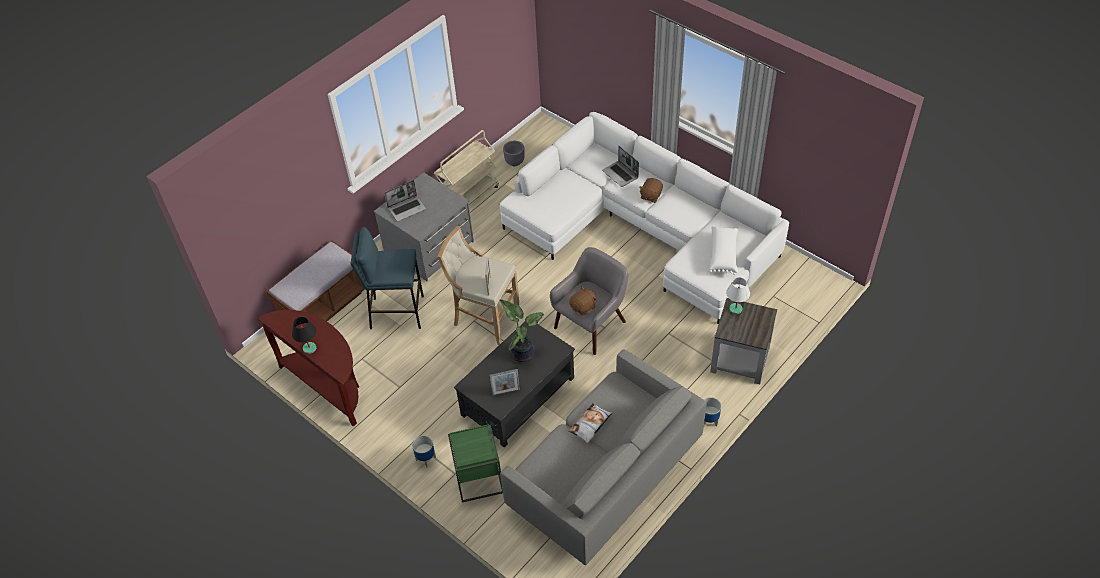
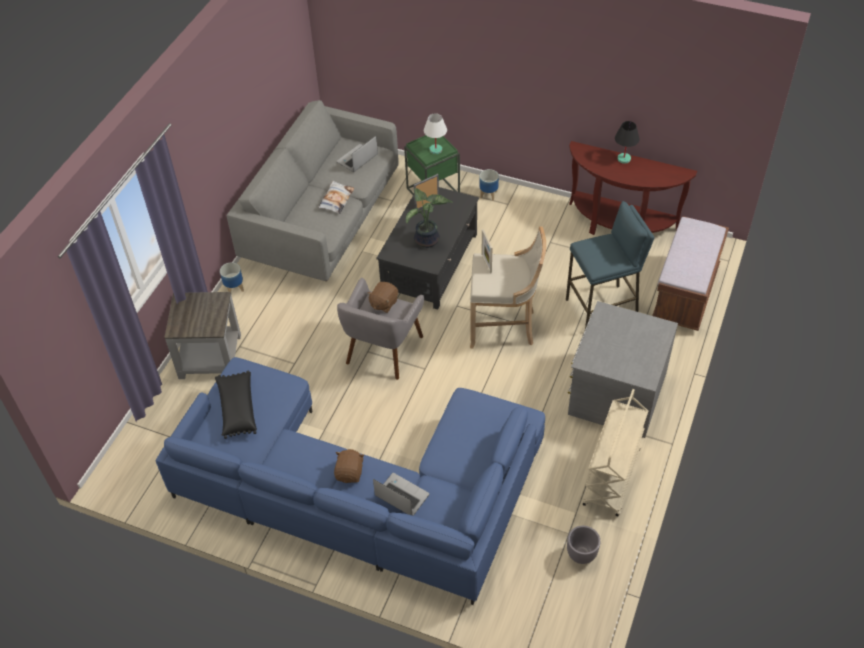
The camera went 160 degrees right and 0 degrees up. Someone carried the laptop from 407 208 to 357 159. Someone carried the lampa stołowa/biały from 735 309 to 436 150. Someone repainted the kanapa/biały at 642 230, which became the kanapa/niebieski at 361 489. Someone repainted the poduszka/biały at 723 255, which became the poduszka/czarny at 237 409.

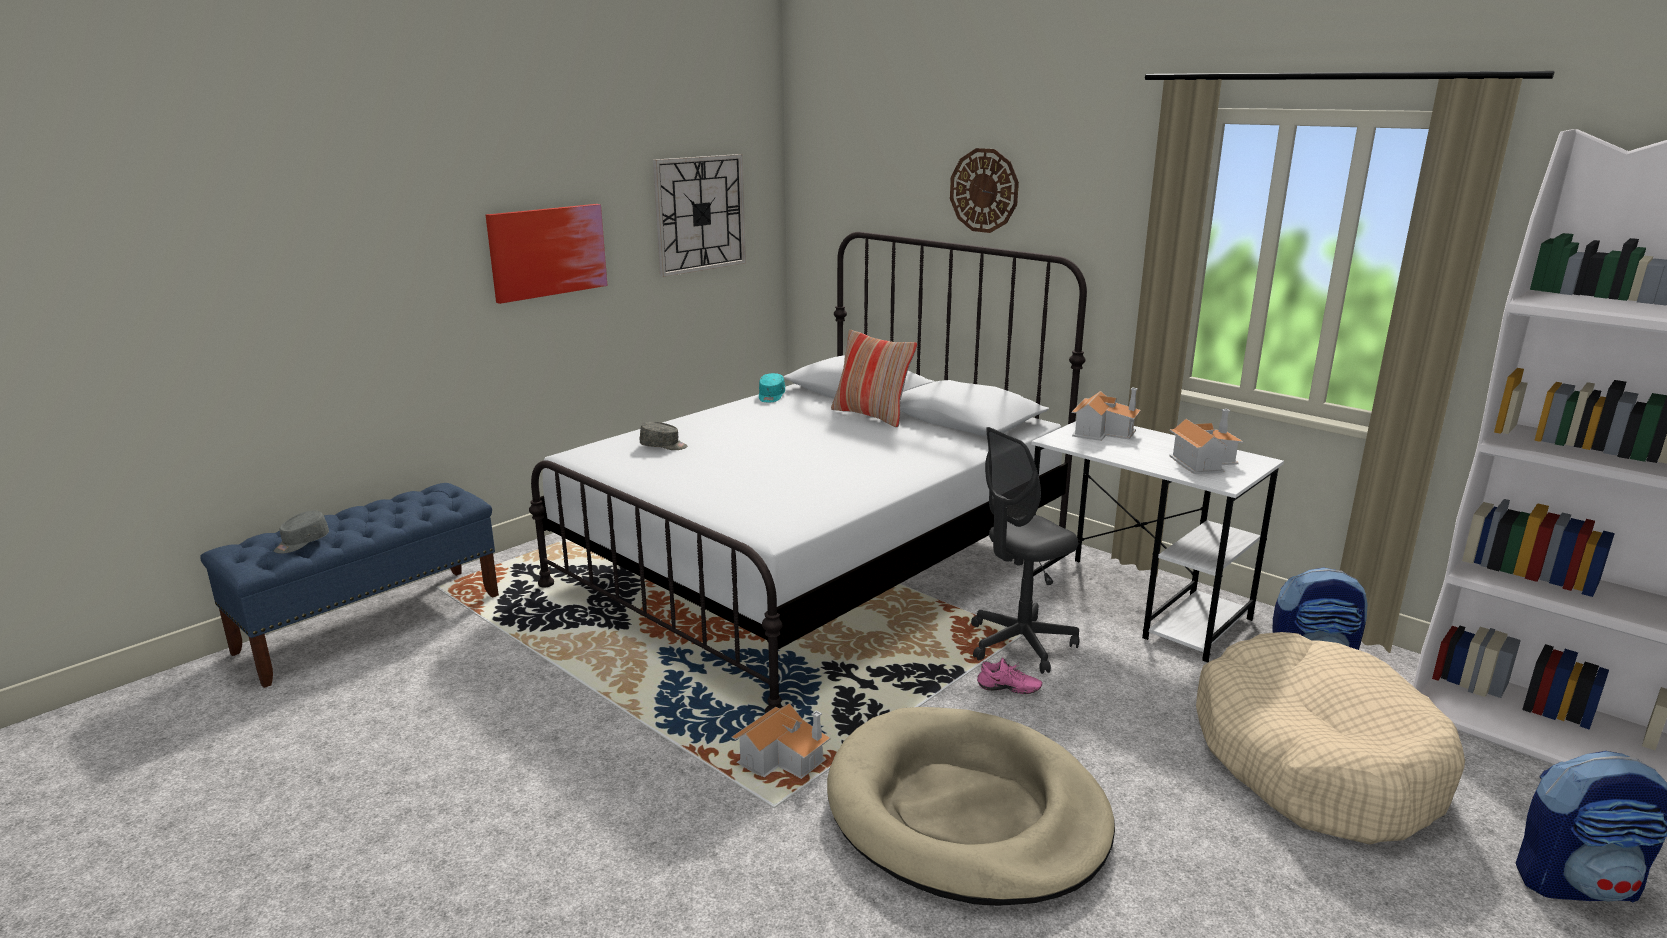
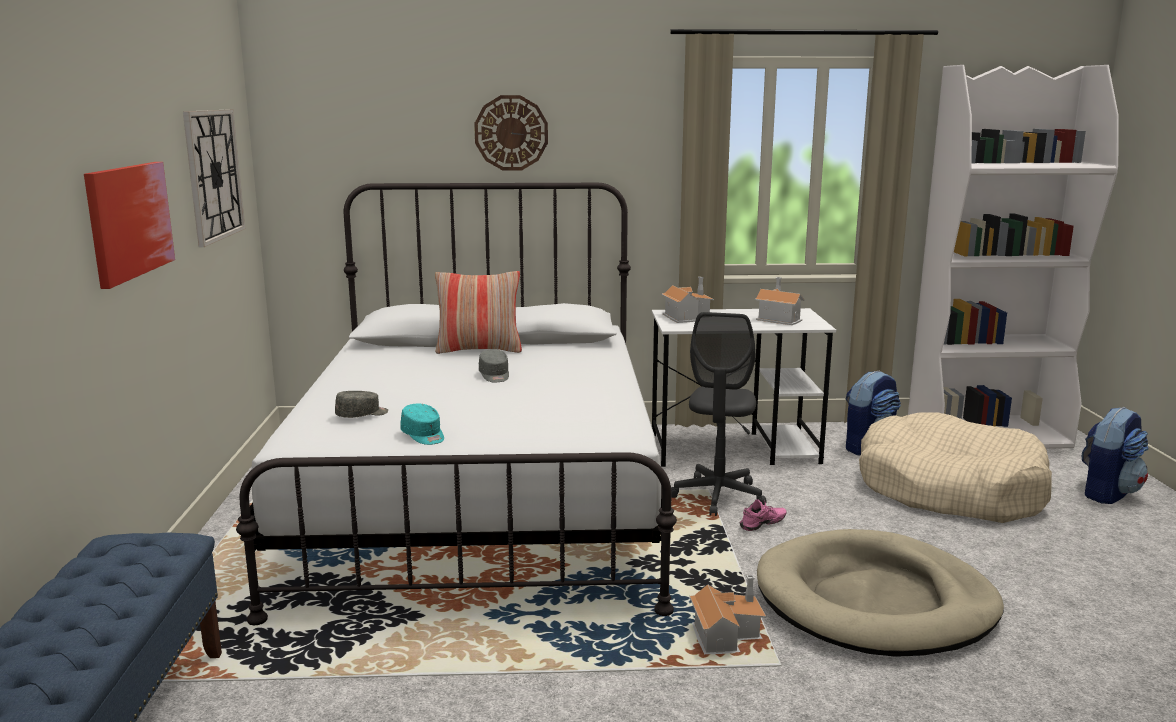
The camera went 45 degrees left and 5 degrees down. Someone carried the czapka z daszkiem/szary from 301 542 to 494 376. Someone carried the czapka z daszkiem/turkusowy from 771 396 to 424 435.

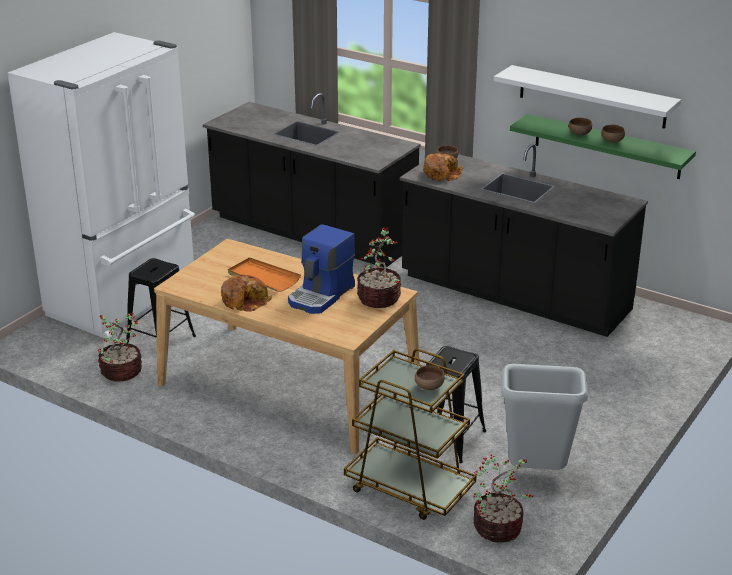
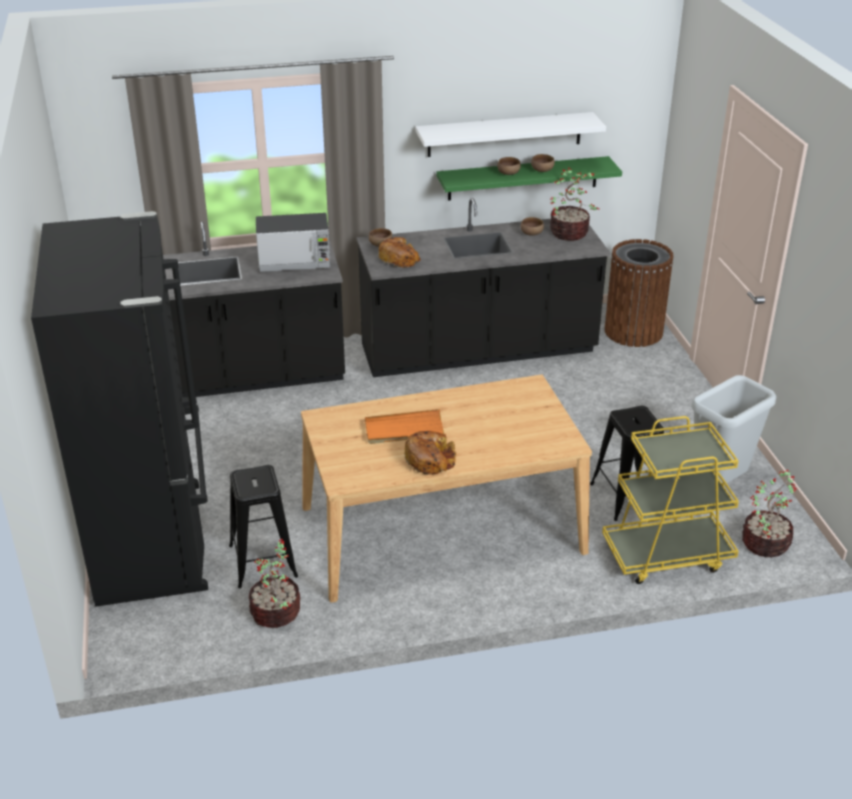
The camera went 45 degrees left and 5 degrees up. Someone took away the ekspres do kawy at 322 295. Someone put down the mikrofalówka at 295 261. Someone put down the kosz na śmieci/brązowy at 633 331. Someone carried the roślina doniczkowa from 379 299 to 570 233. Someone carried the miska/brązowy from 429 387 to 532 234. Someone repainted the lodówka/biały at 125 300, which became the lodówka/czarny at 154 541. Someone repainted the wózek/brązowy at 408 488, which became the wózek/żółty at 666 555.

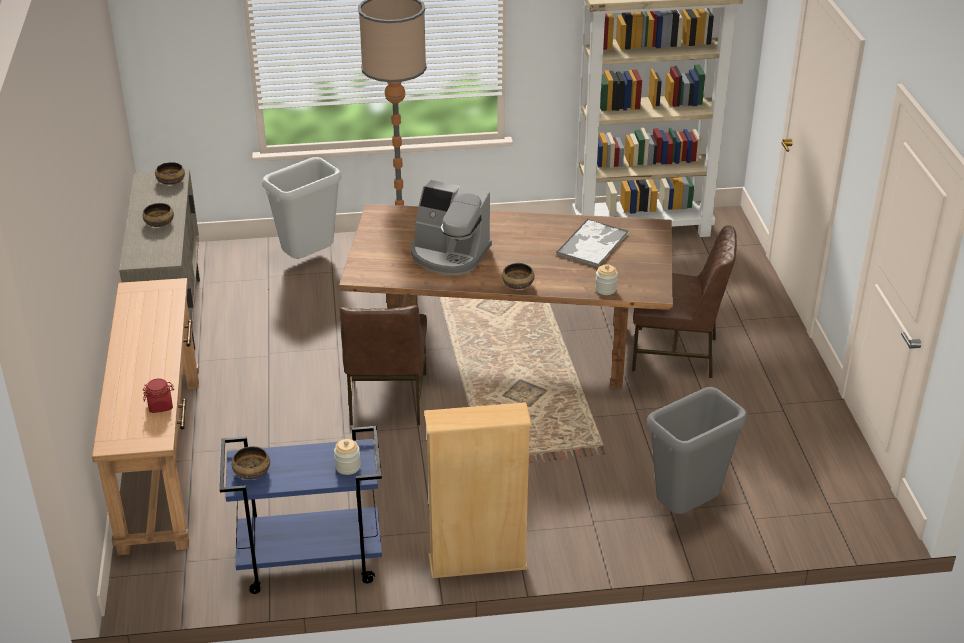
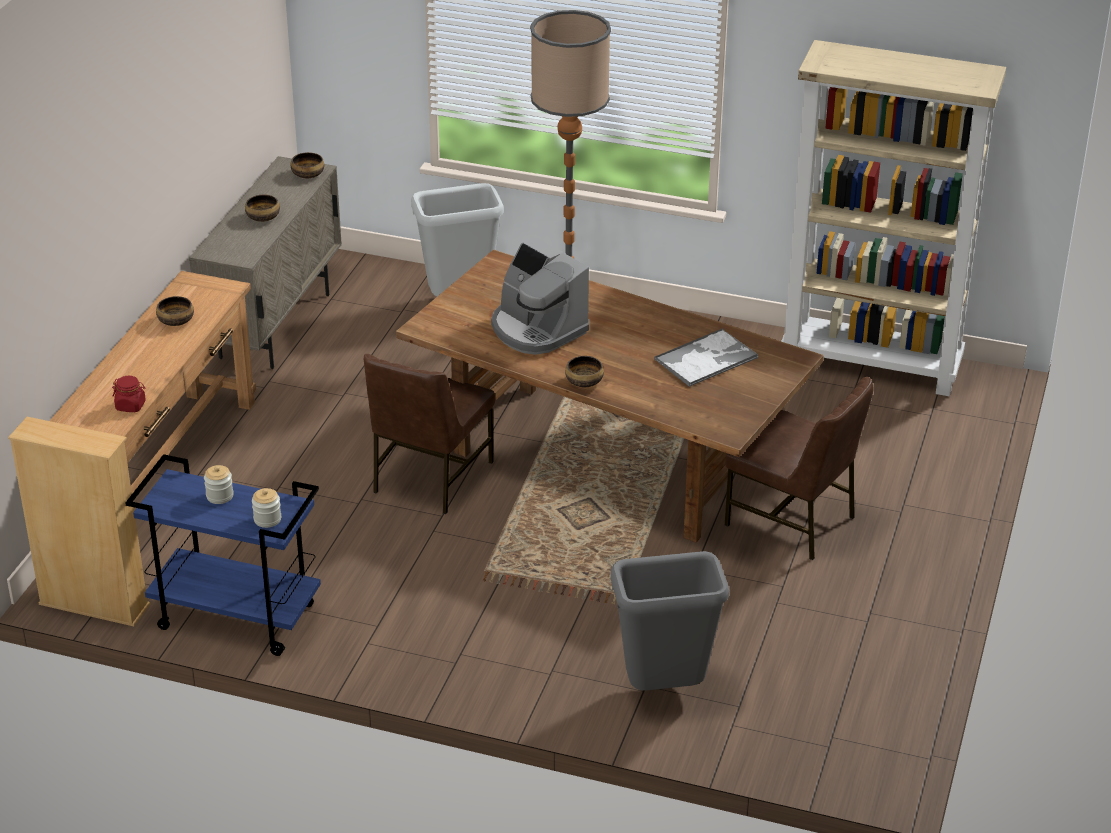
The camera went 25 degrees right and 0 degrees up. Someone carried the miska from 251 472 to 175 321. Someone carried the regał/beżowy from 477 562 to 94 605. Someone carried the słoik from 605 289 to 220 496.

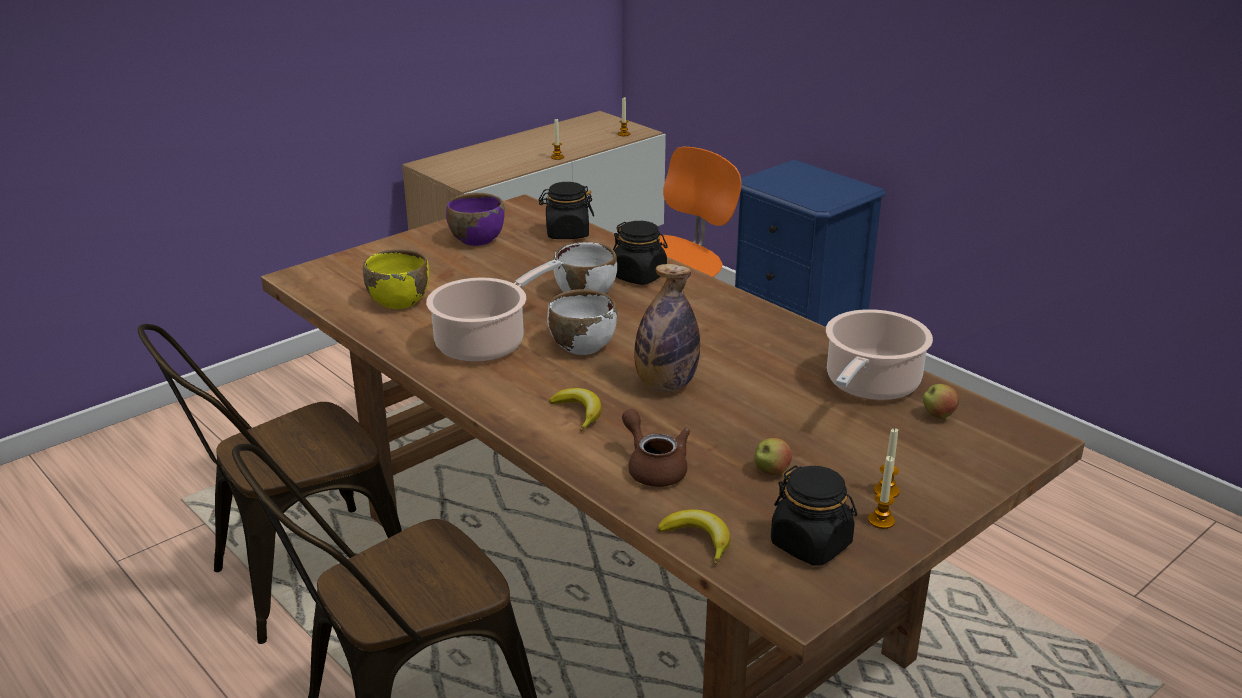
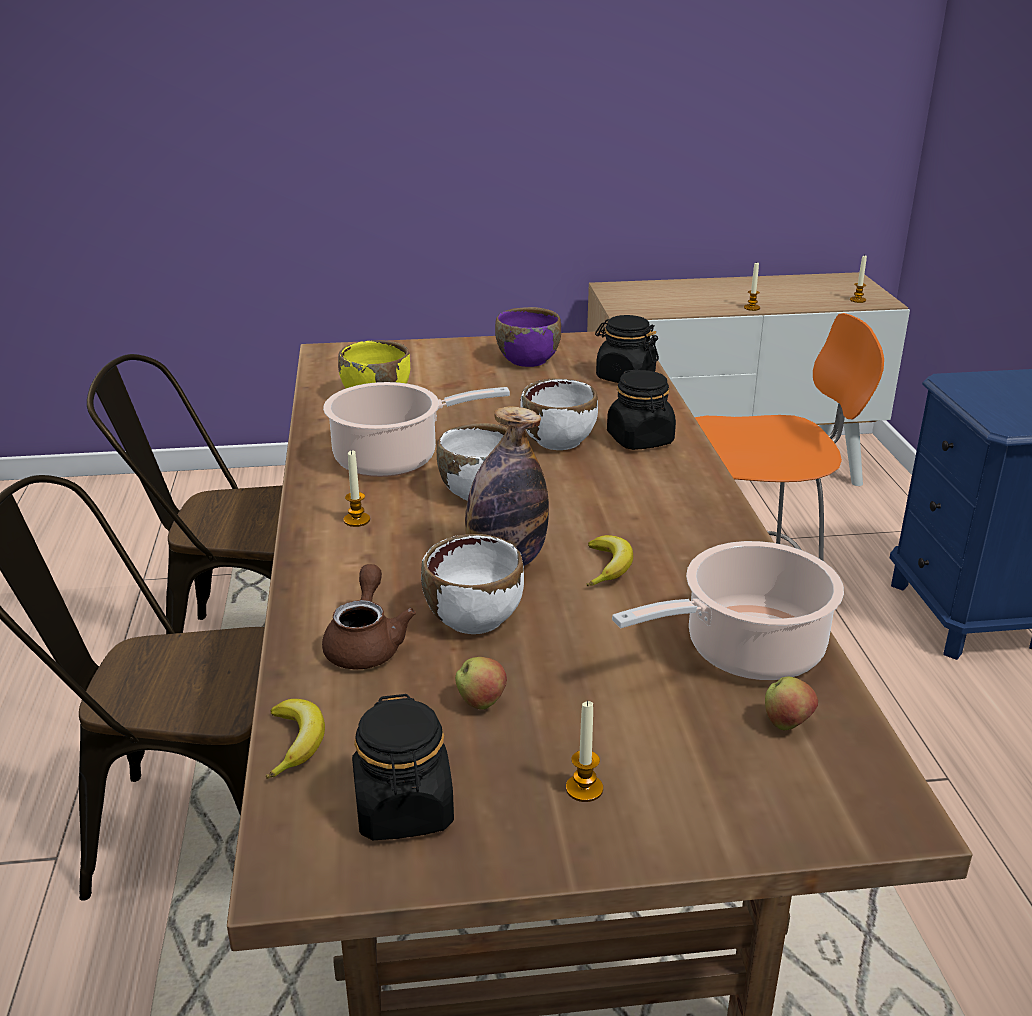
The camera went 35 degrees right and 0 degrees up. Someone put down the miska/biały at 475 617. Someone carried the banan from 578 413 to 608 567. Someone carried the świeca from 881 521 to 357 520.

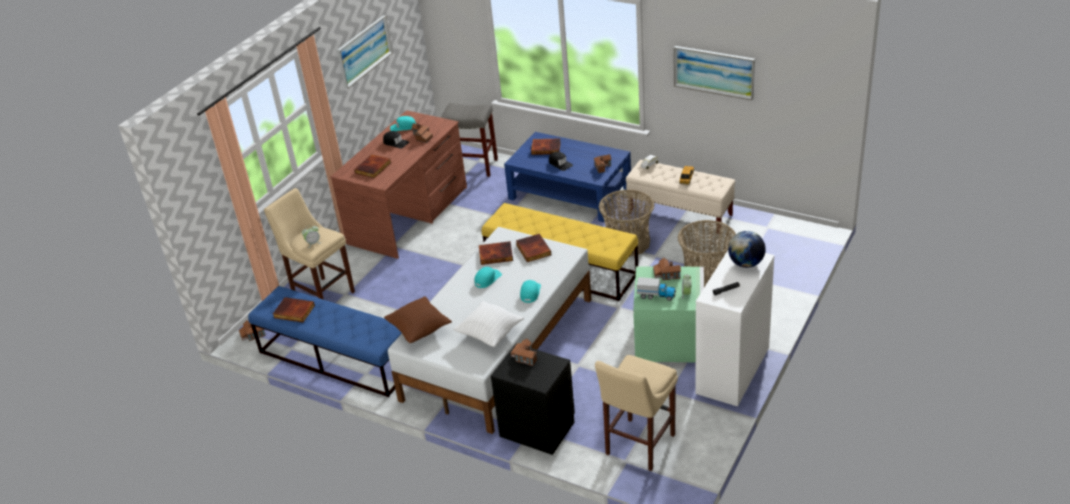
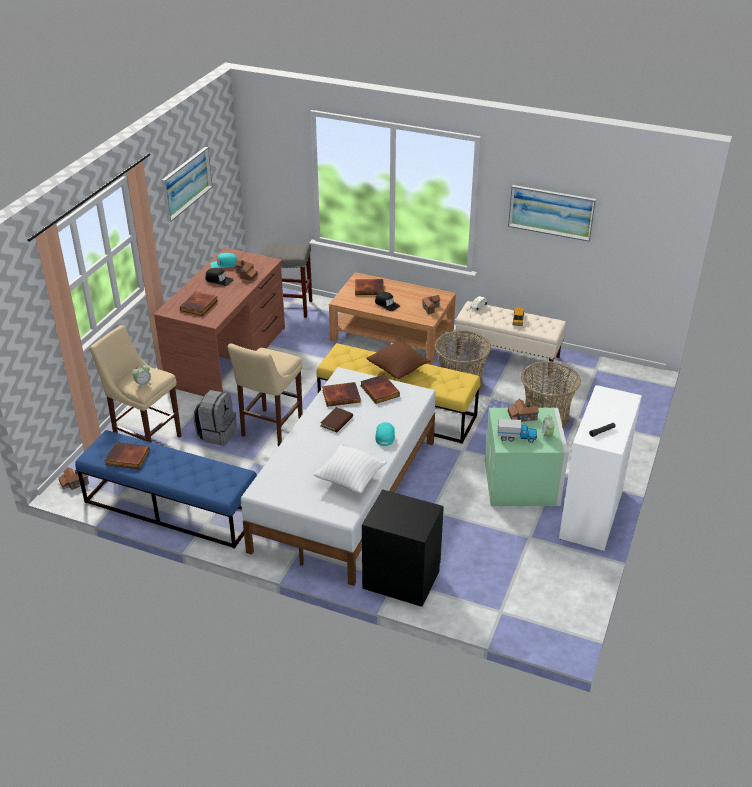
The camera went 10 degrees left and 0 degrees up. Someone took away the domek at 525 356. Someone took away the globus at 746 263. Someone put down the plecak/szary at 217 434. Someone carried the poduszka/brązowy from 419 330 to 398 370. Someone carried the stołek/beżowy from 638 446 to 270 430. Someone swapped the czapka z daszkiem/turkusowy at 487 279 for the książka/brązowy at 336 421. Someone repainted the ława/niebieski at 569 193, which became the ława/brązowy at 391 335.

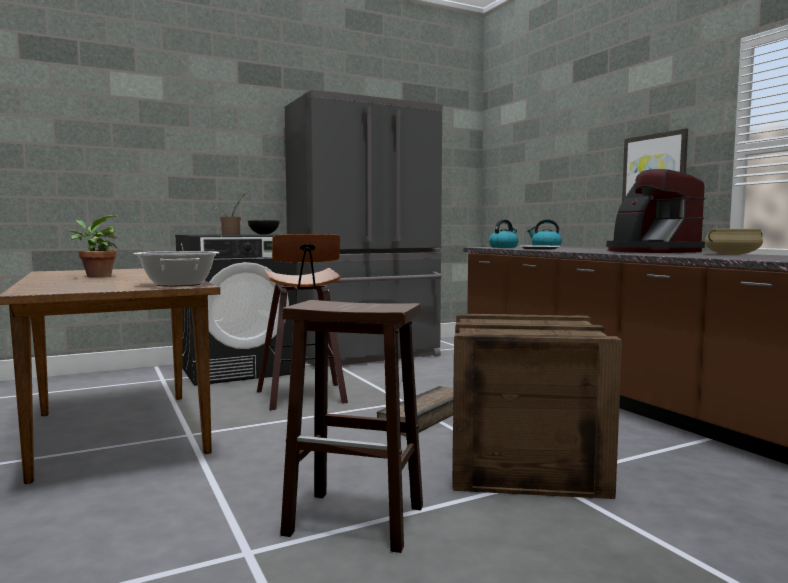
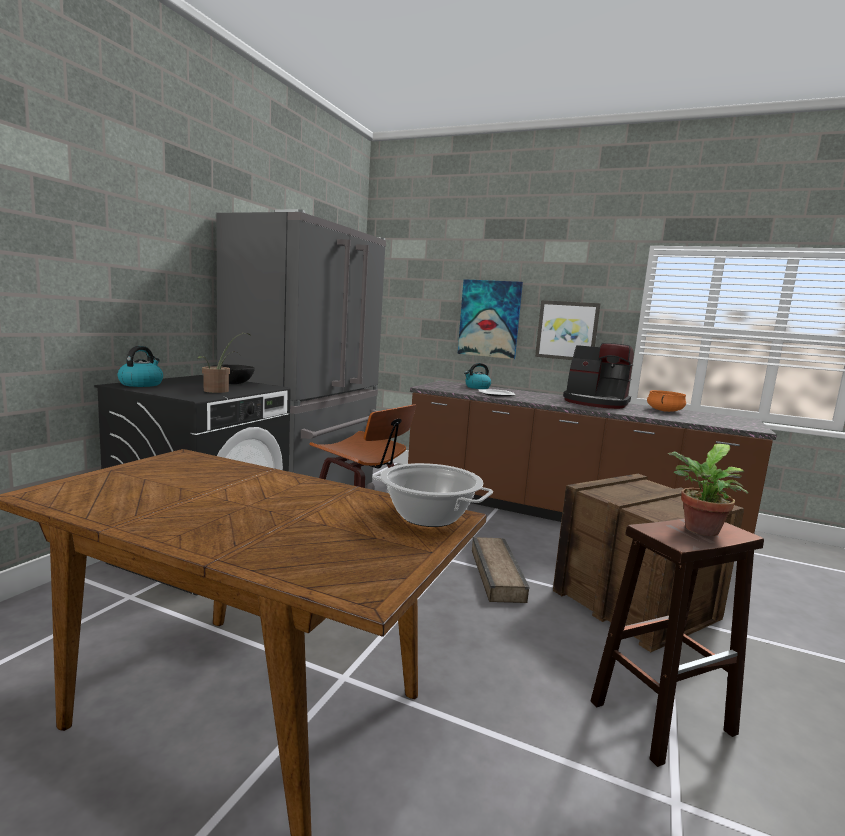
The camera went 40 degrees left and 5 degrees up. Someone put up the obraz at 489 319. Someone carried the roślina doniczkowa from 96 276 to 699 530. Someone carried the czajnik from 503 247 to 141 384. Someone repainted the garnek/beżowy at 732 254, which became the garnek/pomarańczowy at 665 411.

